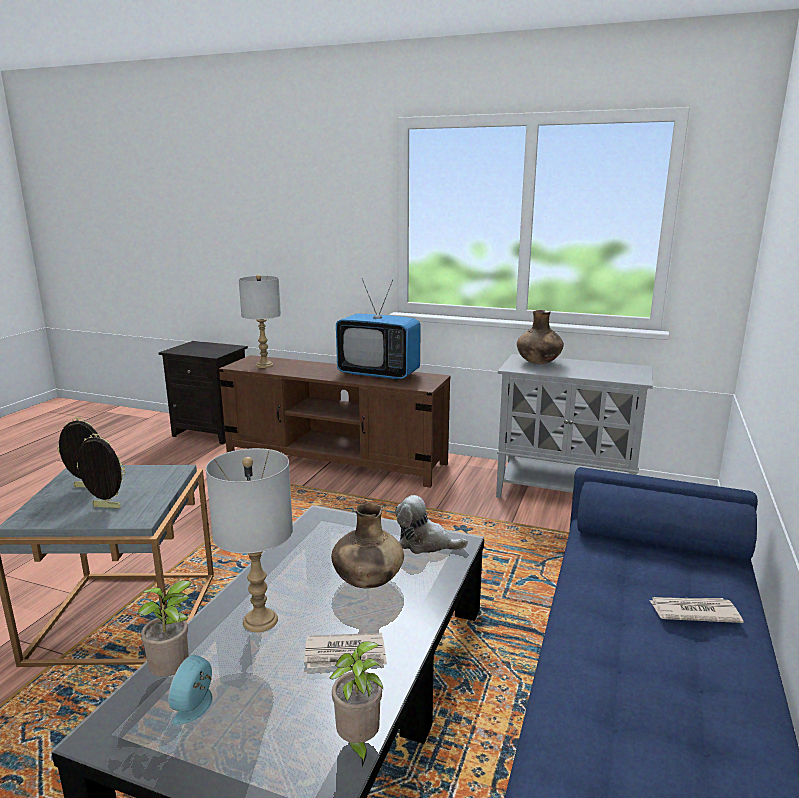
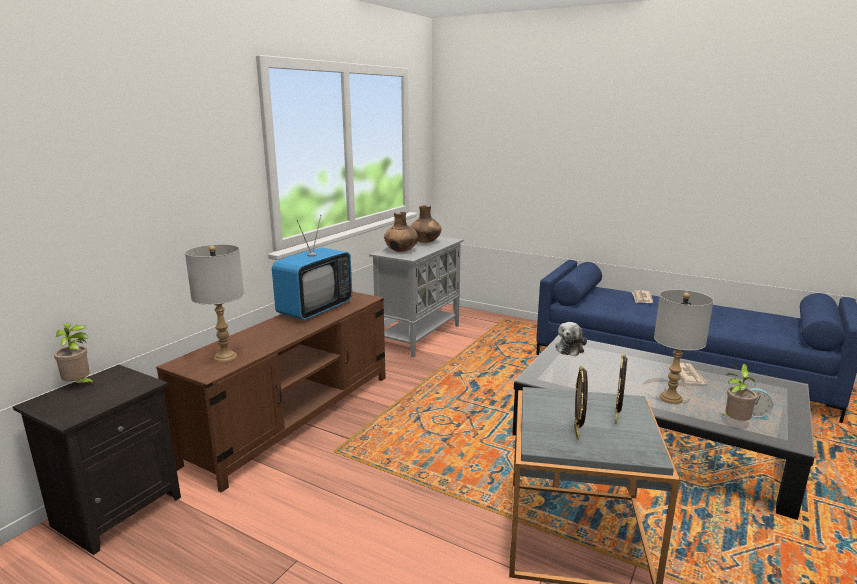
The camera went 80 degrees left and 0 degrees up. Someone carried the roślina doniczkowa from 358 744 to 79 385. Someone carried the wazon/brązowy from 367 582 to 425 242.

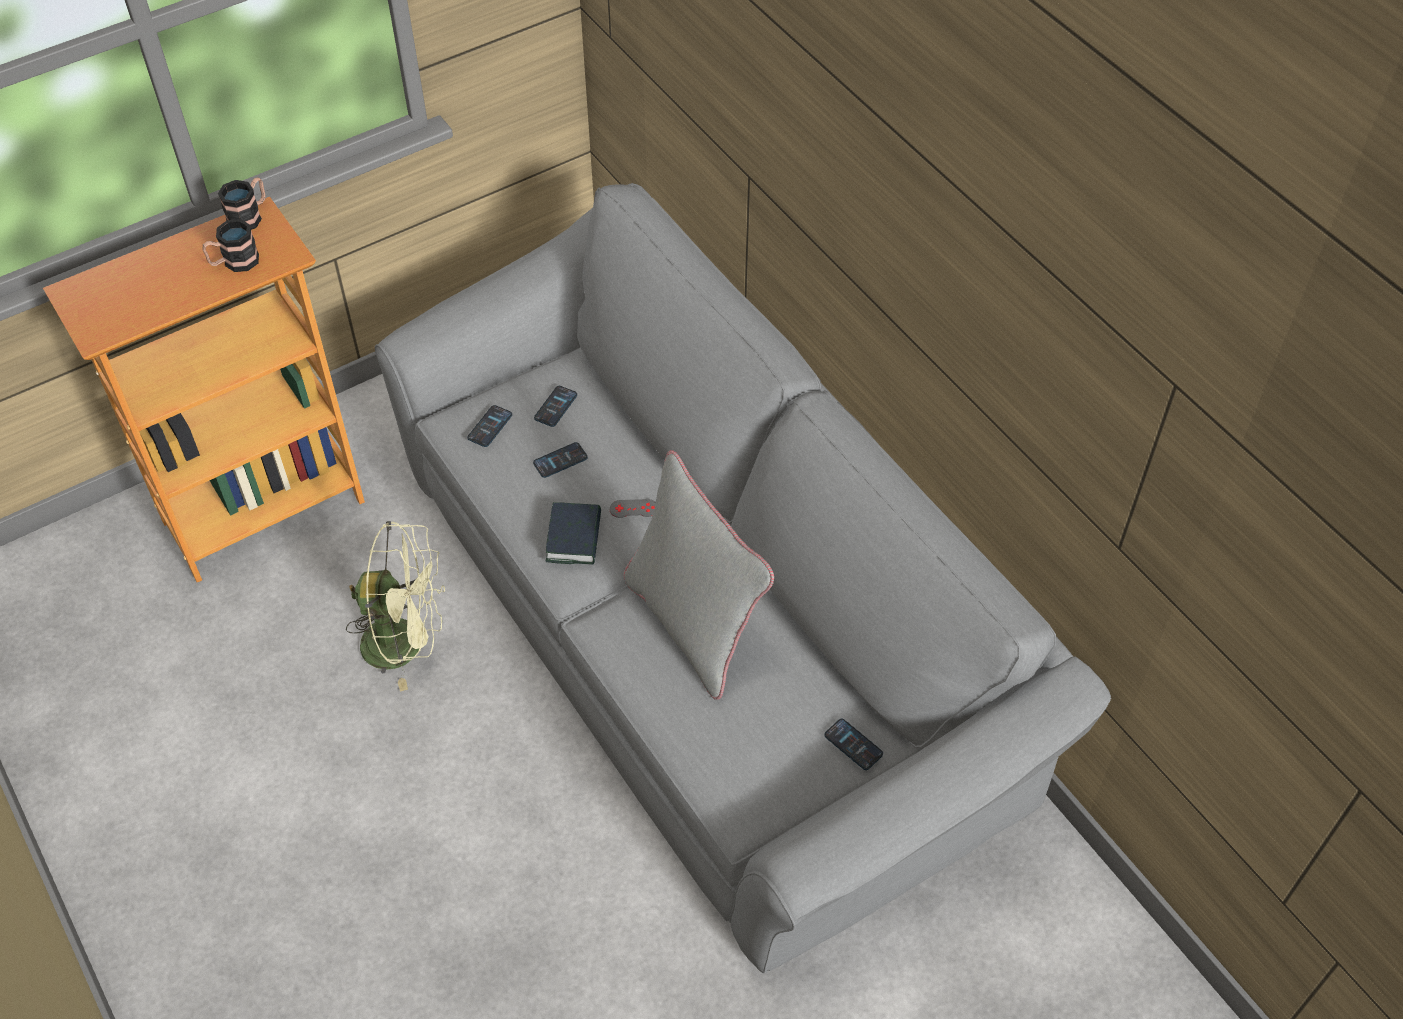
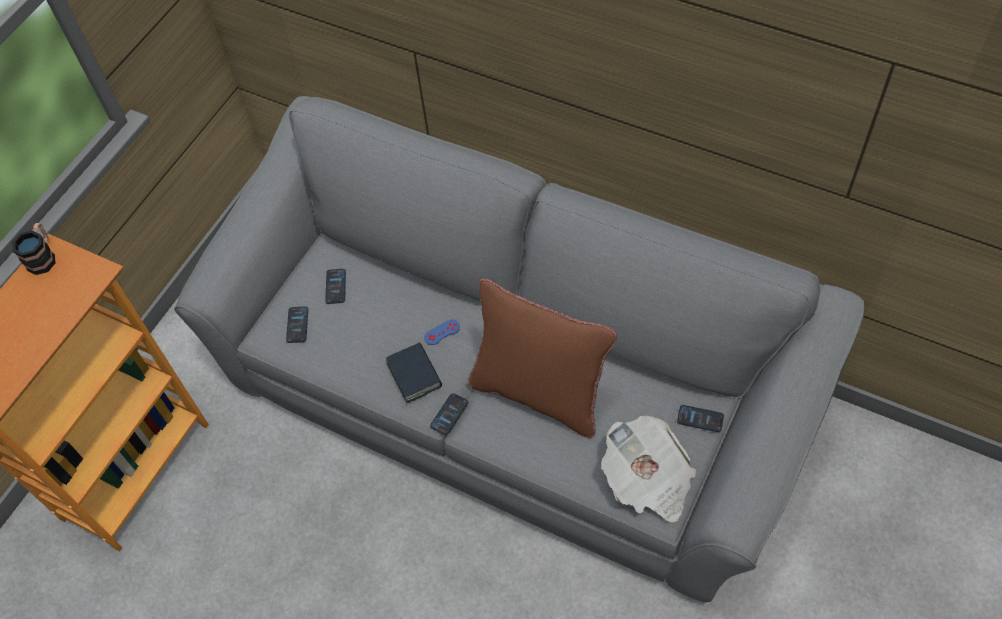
The camera went 25 degrees left and 5 degrees up. Someone took away the kubek at 234 262. Someone took away the wentylator/zielony at 406 643. Someone put down the gazeta at 648 480. Someone carried the telefon from 560 460 to 449 414. Someone repainted the pad do gier/szary at 634 509, which became the pad do gier/niebieski at 442 332. Someone repainted the poduszka/szary at 694 625, which became the poduszka/brązowy at 539 393.

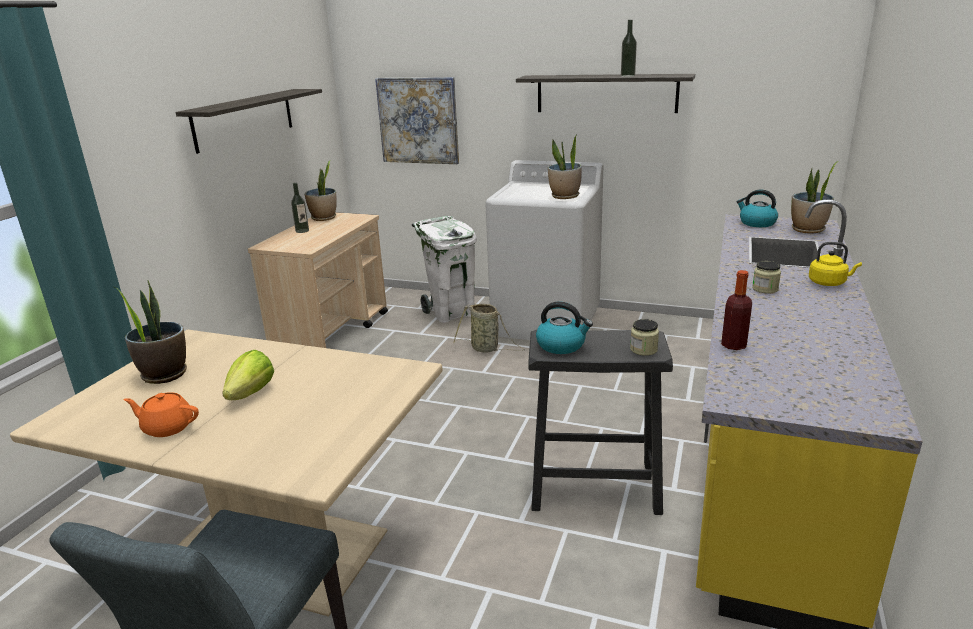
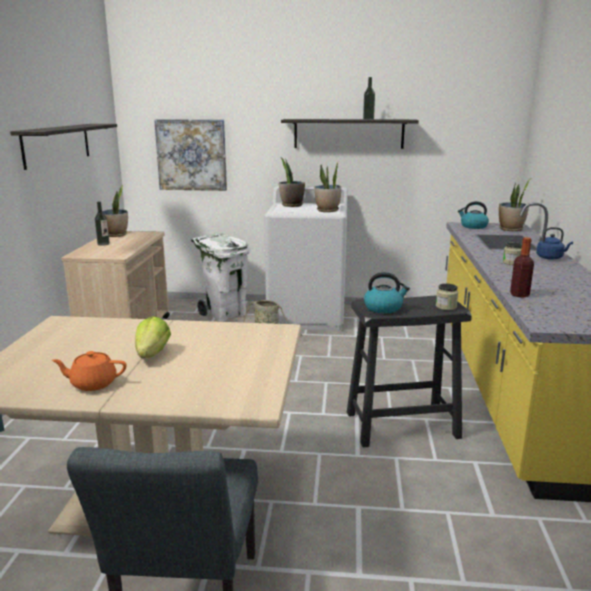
The camera went 15 degrees left and 5 degrees down. Someone carried the roślina doniczkowa from 164 374 to 291 205. Someone repainted the czajnik/żółty at 829 283, which became the czajnik/niebieski at 551 258.

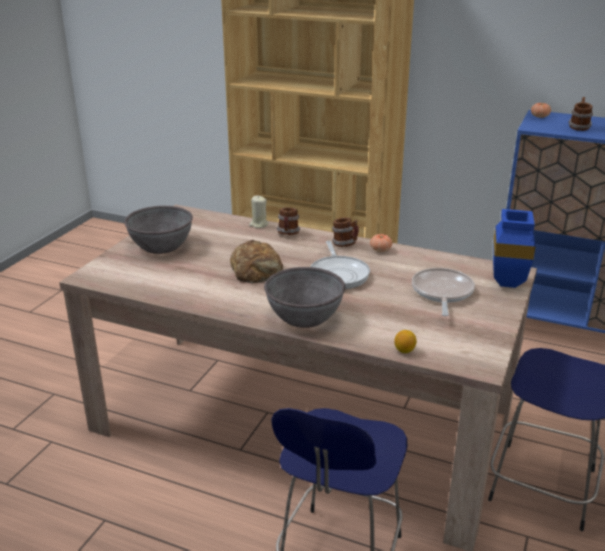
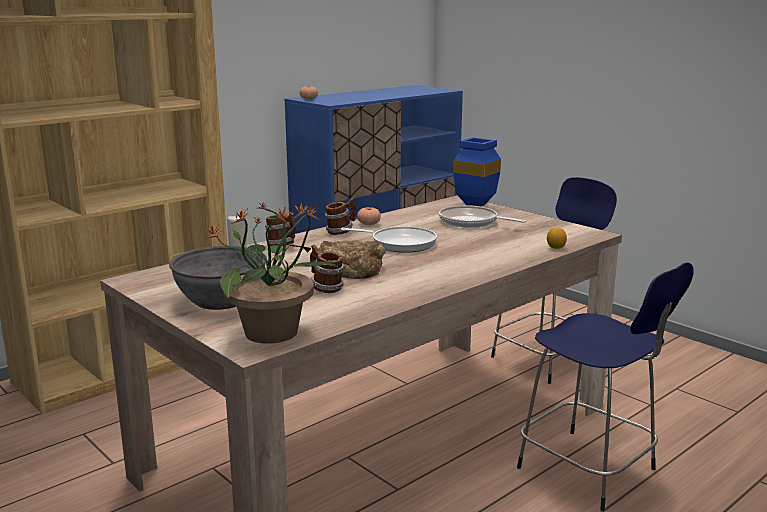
The camera went 65 degrees left and 10 degrees down. Someone took away the miska/szary at 304 316. Someone put down the roślina doniczkowa at 273 332. Someone carried the kubek from 578 127 to 325 288.

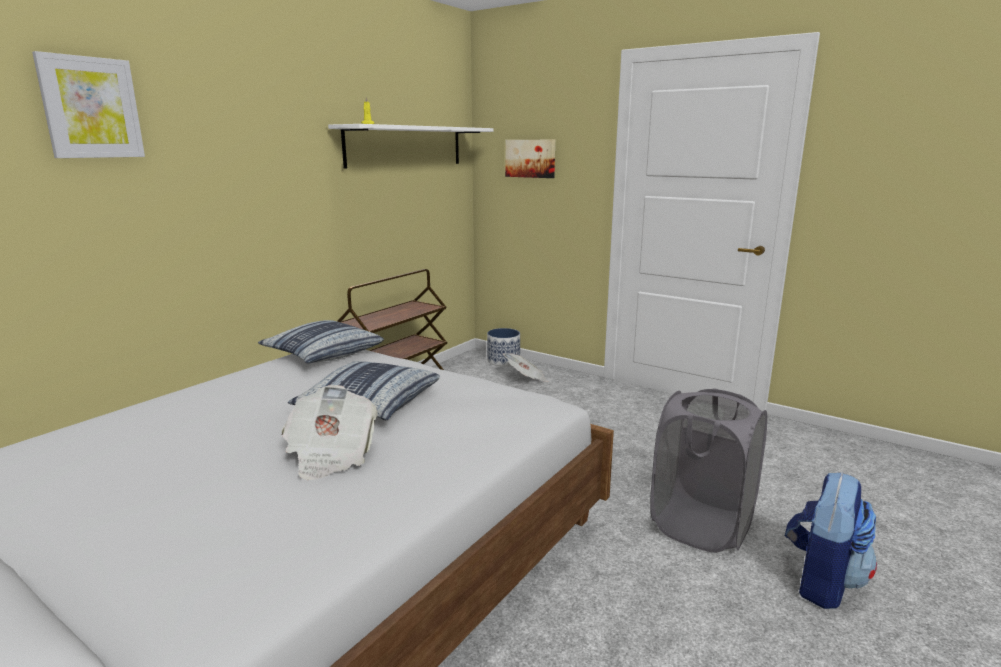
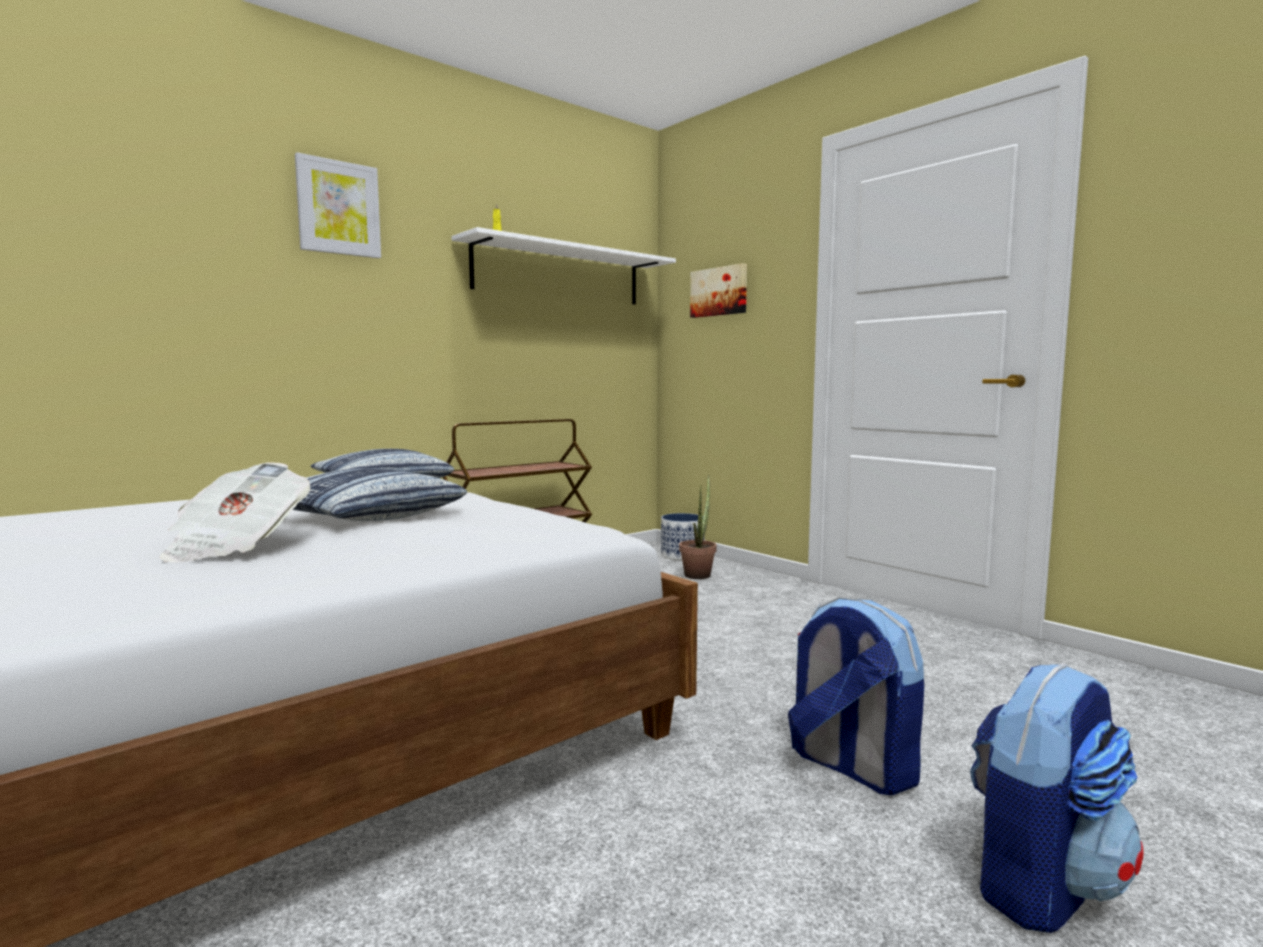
The camera went 15 degrees right and 10 degrees down. Someone carried the obraz from 91 108 to 338 208. Someone swapped the gazeta at 526 379 for the roślina doniczkowa at 699 574. Someone swapped the kosz na pranie/szary at 701 526 for the plecak at 850 766.

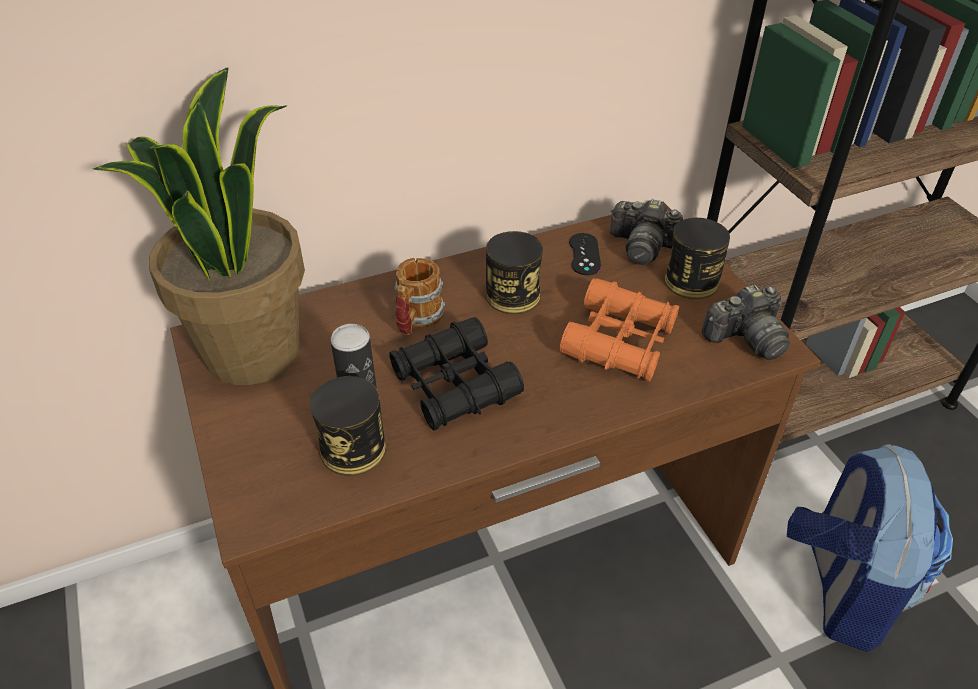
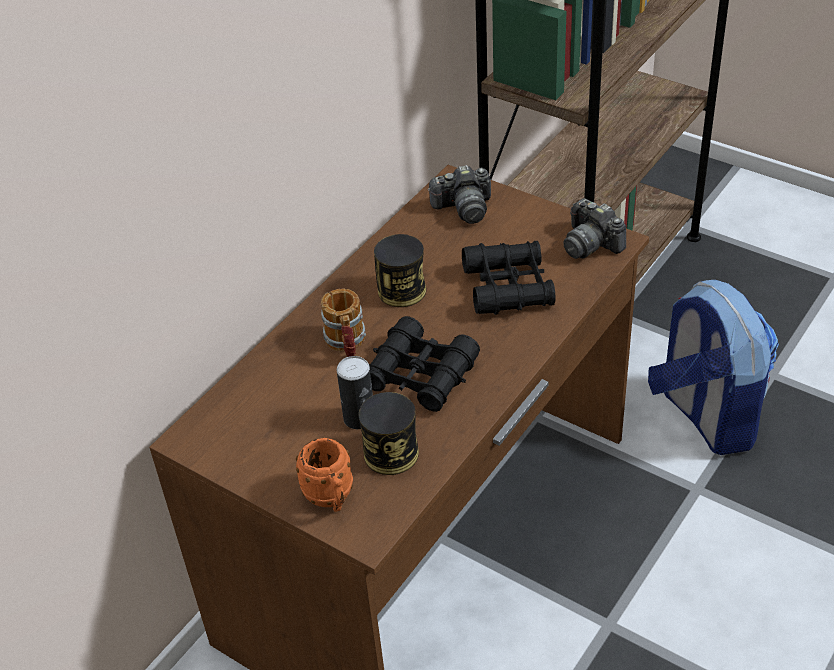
The camera went 30 degrees left and 0 degrees up. Someone took away the roślina doniczkowa at 251 351. Someone took away the pad do gier/czarny at 584 254. Someone took away the puszka at 691 281. Someone put down the kubek/pomarańczowy at 331 498. Someone repainted the lornetka/pomarańczowy at 619 341, which became the lornetka/czarny at 508 287. Someone rotated the aparat fotograficzny at 746 338 by 105 degrees clockwise.

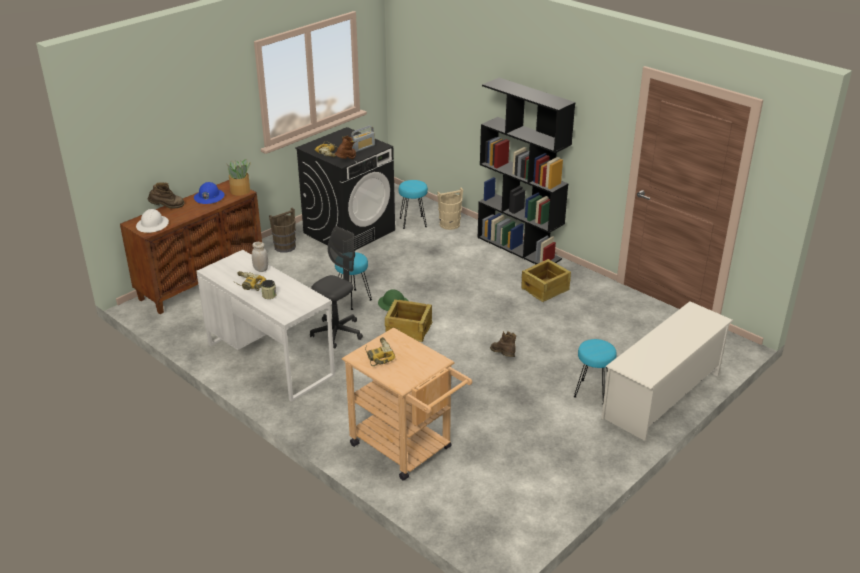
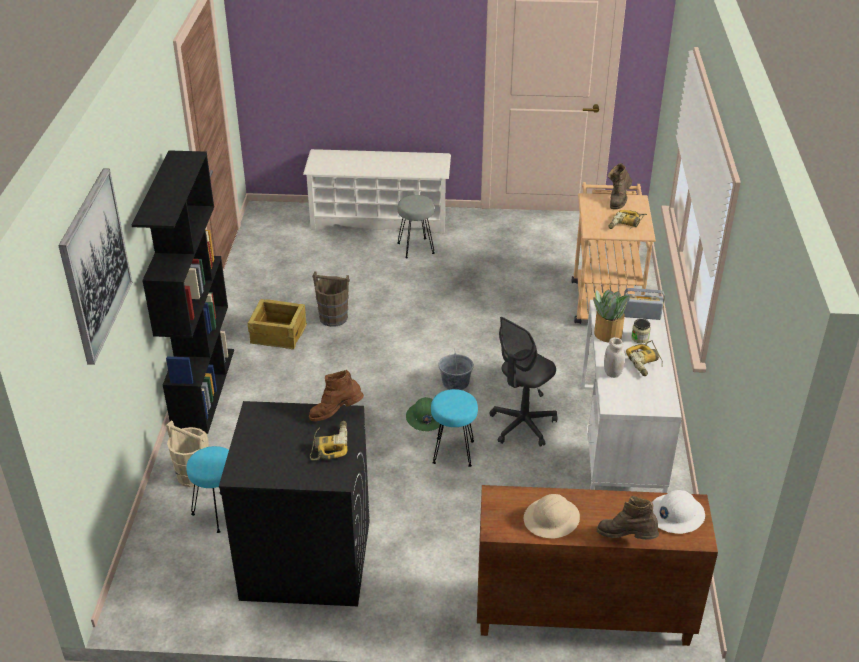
The camera went 130 degrees left and 5 degrees up. Someone put up the obraz at 95 265. Someone carried the roślina doniczkowa from 240 191 to 607 334. Someone carried the wiadro/brązowy from 285 247 to 333 318. Someone carried the radio from 363 147 to 641 315. Someone carried the but z cholewką/brązowy from 503 357 to 618 200. Someone swapped the skrzynka at 408 329 for the wiadro/szary at 455 383. Someone repainted the kask/niebieski at 209 197, which became the kask/beżowy at 552 519. Someone repainted the stołek/turkusowy at 592 392, which became the stołek/szary at 416 248. Someone rotated the krzesło biurowe/szary at 337 333 by 45 degrees counterclockwise.

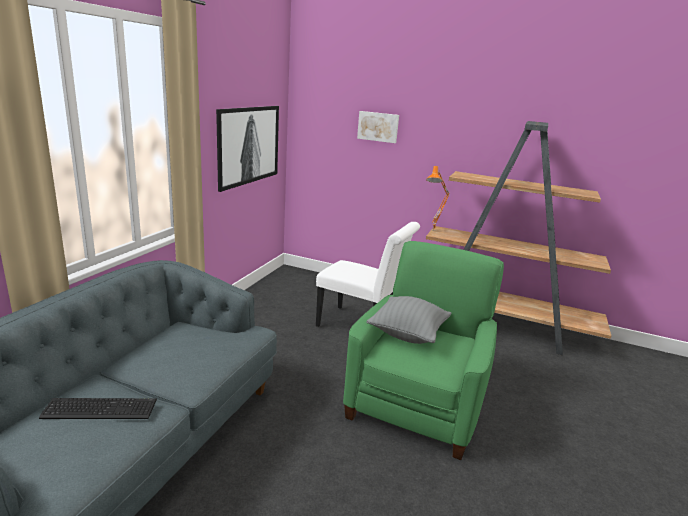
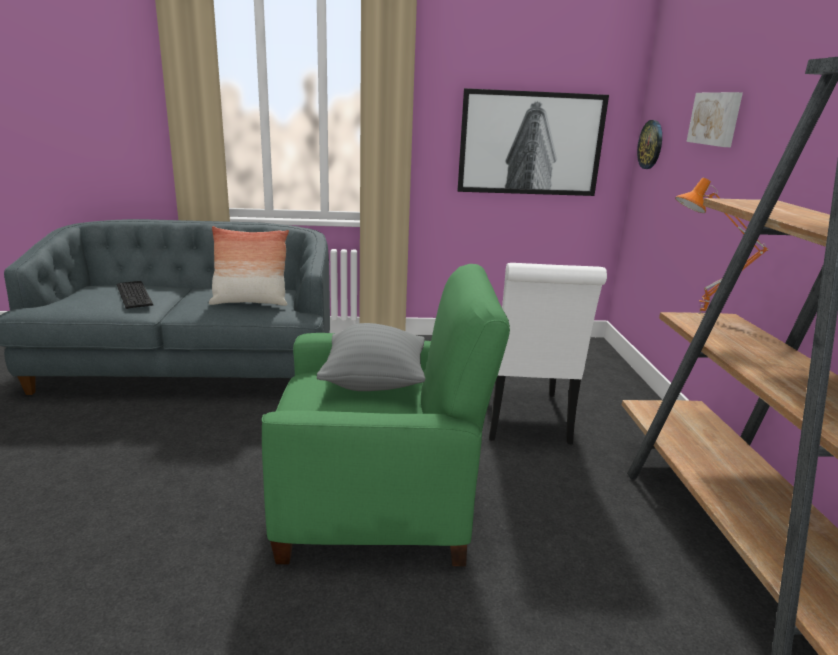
The camera went 65 degrees right and 0 degrees up. Someone put down the poduszka at 250 302. Someone put up the zegar ścienny at 651 144.

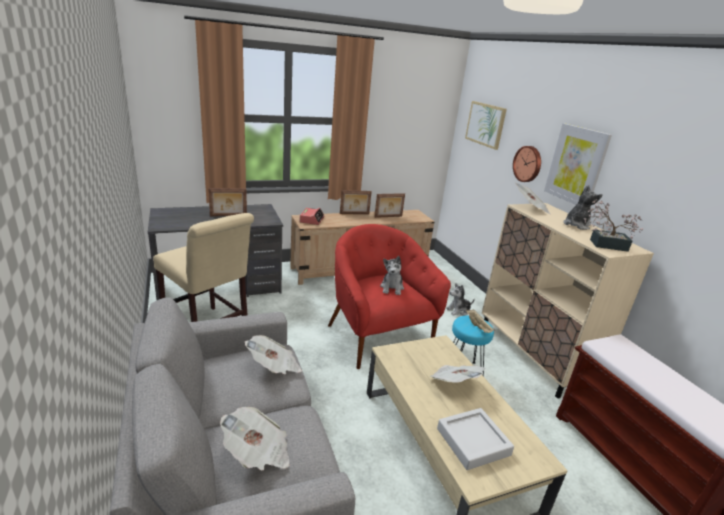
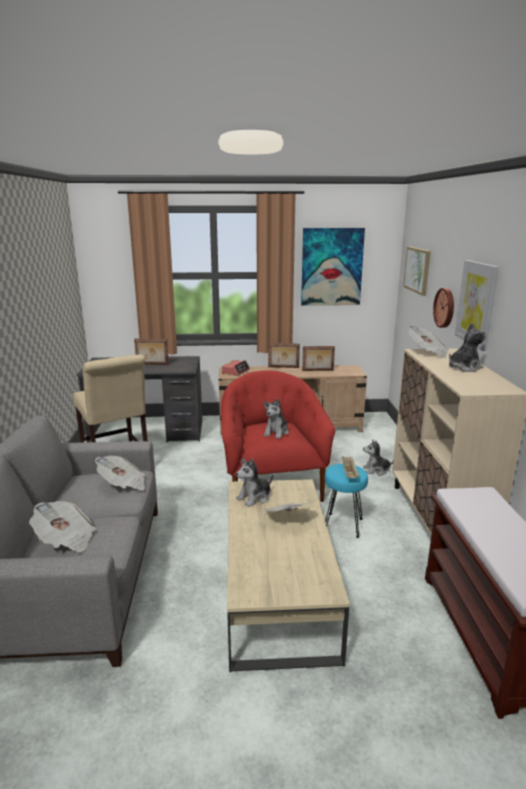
The camera went 20 degrees right and 5 degrees down. Someone took away the taca/szary at 473 442. Someone took away the roślina doniczkowa at 604 244. Someone put down the pluszak at 254 497. Someone put up the obraz at 331 267.

